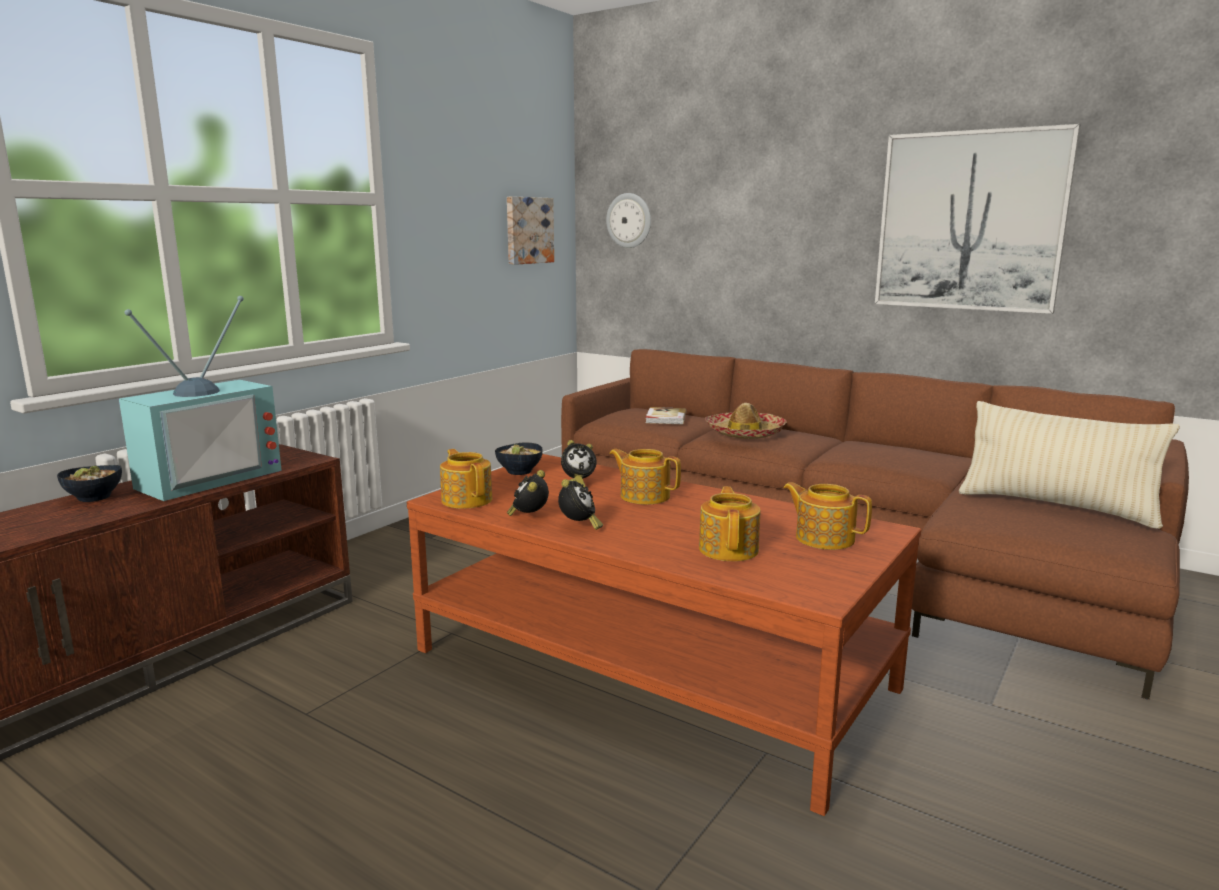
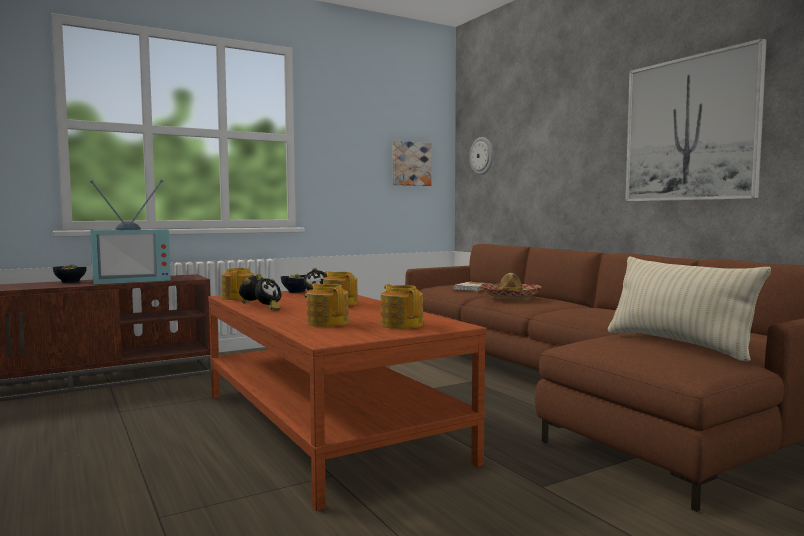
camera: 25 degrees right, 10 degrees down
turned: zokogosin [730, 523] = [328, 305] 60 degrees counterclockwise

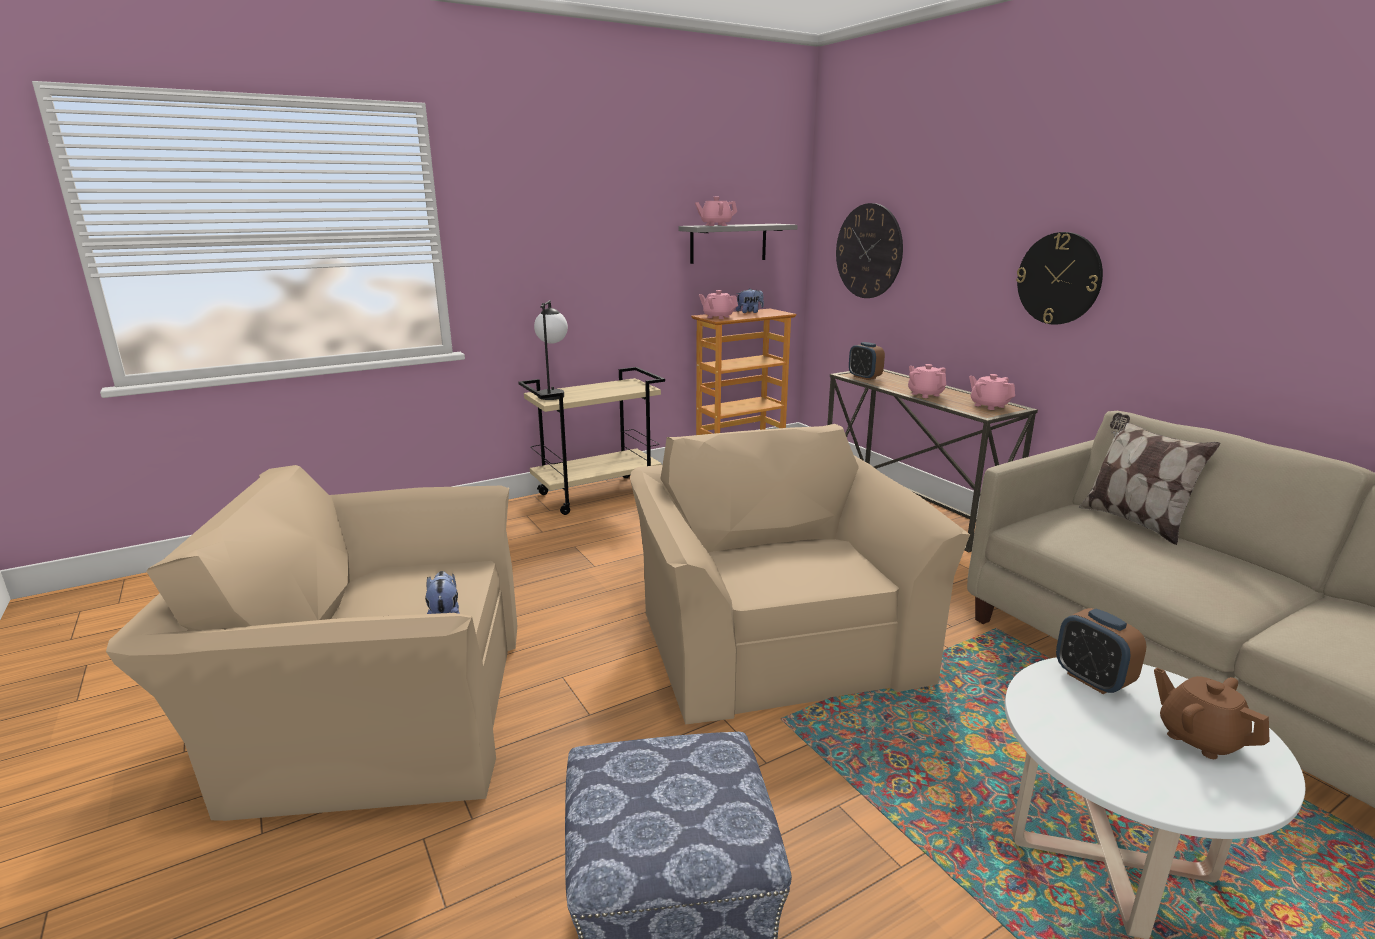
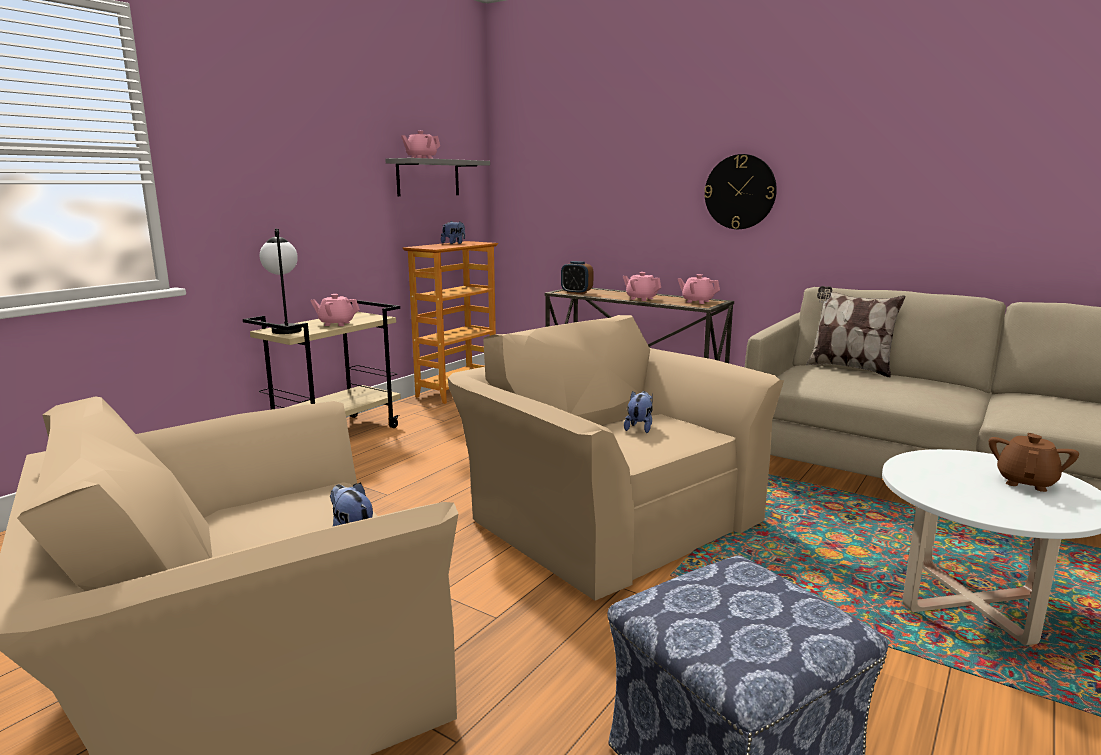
camera: 25 degrees left, 5 degrees down
removed: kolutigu [869, 250]; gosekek [1101, 651]
added: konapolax [638, 412]
moved: zokogosin (pink) [718, 304] to [335, 310]
turned: zokogosin (brown) [1212, 713] = [1034, 462] 90 degrees clockwise

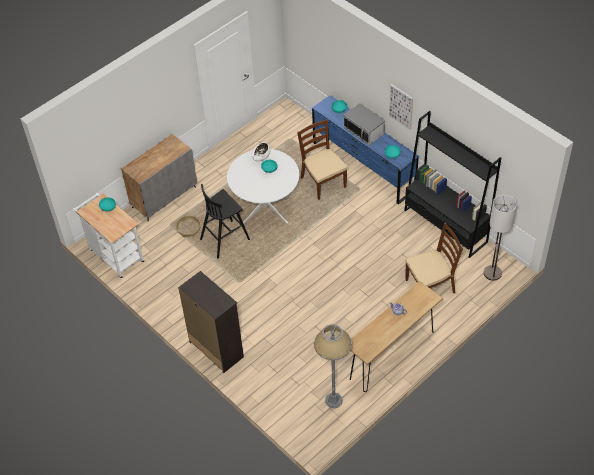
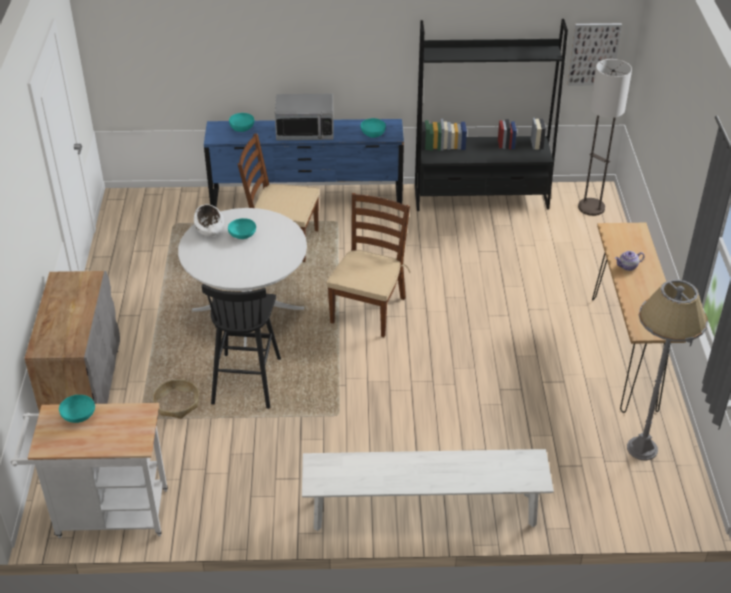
camera: 50 degrees left, 10 degrees down
moved: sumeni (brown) [434, 257] to [369, 265]; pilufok [401, 107] to [594, 54]
replaced: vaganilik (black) [211, 322] to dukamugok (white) [428, 490]

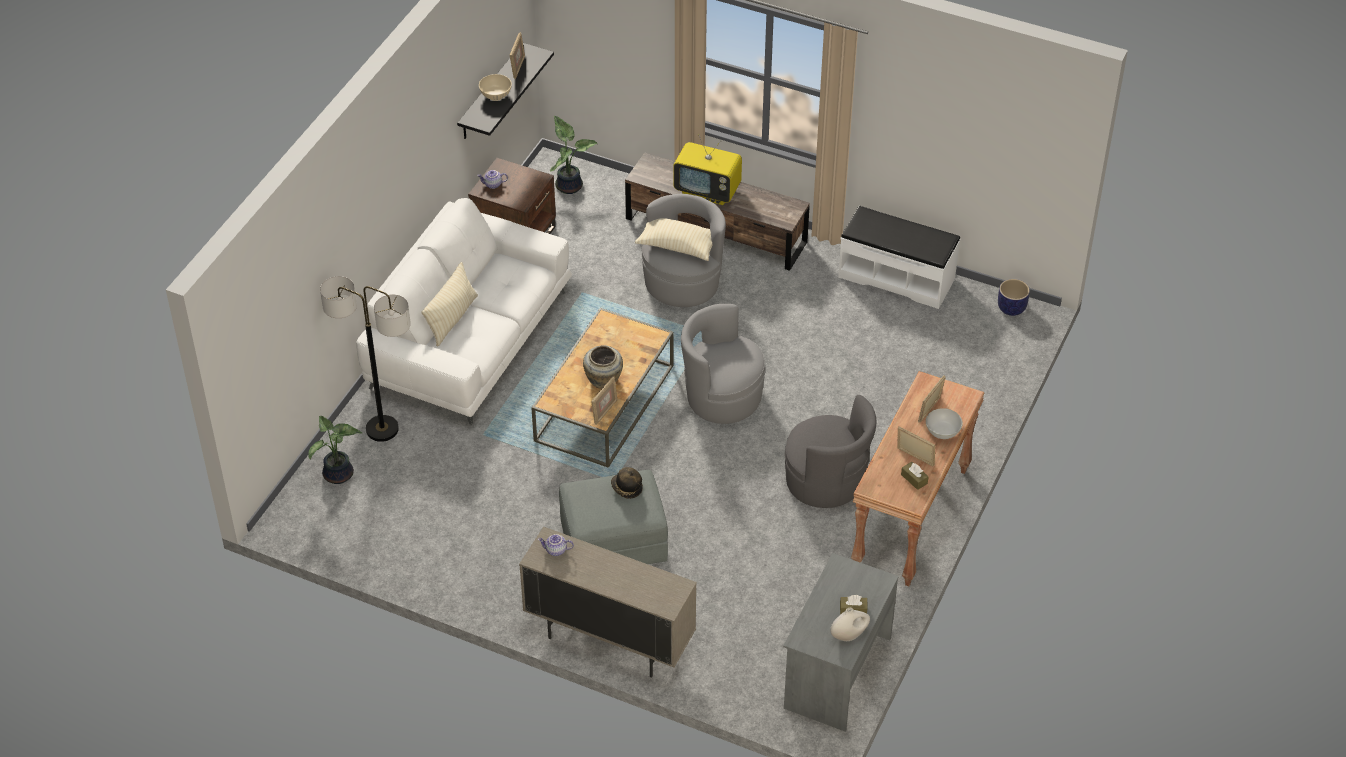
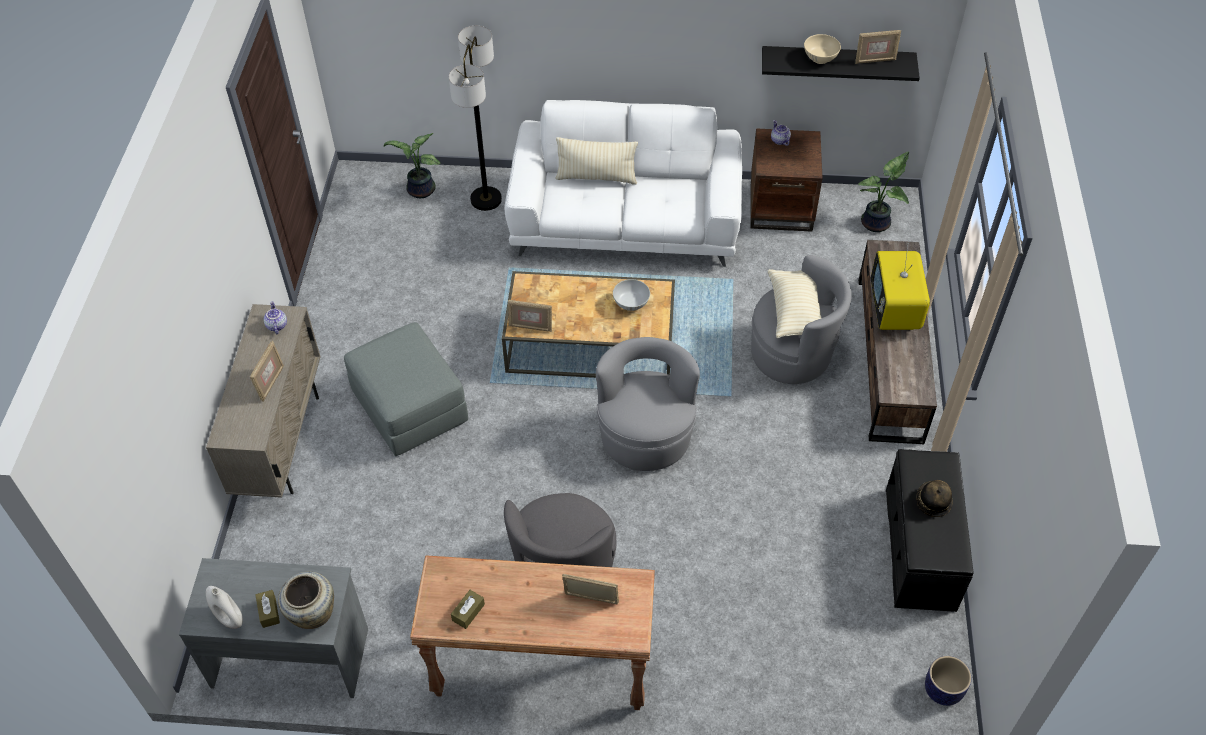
camera: 70 degrees right, 5 degrees up
moved: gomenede [916, 446] to [267, 371]; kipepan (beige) [603, 367] to [306, 600]; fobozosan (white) [944, 423] to [631, 295]; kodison [627, 483] to [934, 498]
recoloured: dukamugok (white) [899, 257] to dukamugok (black) [929, 530]

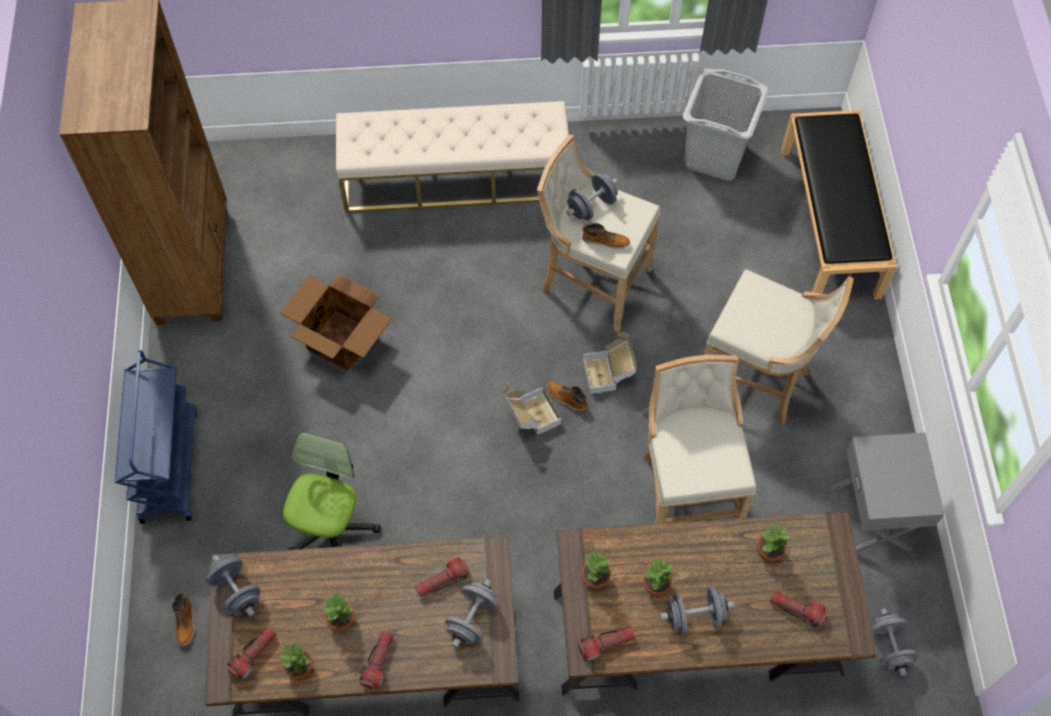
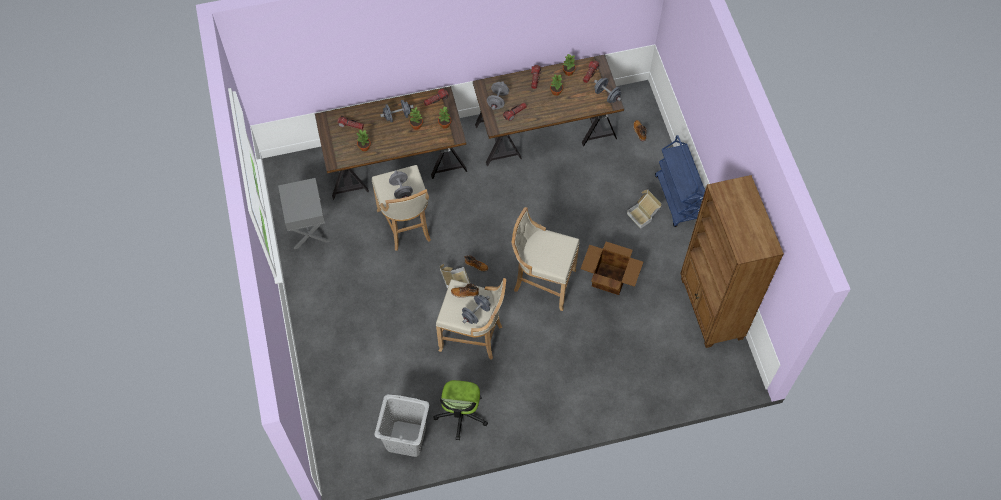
camera: 170 degrees right, 0 degrees up
removed: dukamugok (beige) [452, 157]; dukamugok (black) [839, 205]
moved: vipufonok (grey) [894, 642] to [401, 185]; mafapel [332, 491] to [460, 410]; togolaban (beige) [779, 346] to [546, 259]; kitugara [532, 410] to [644, 209]

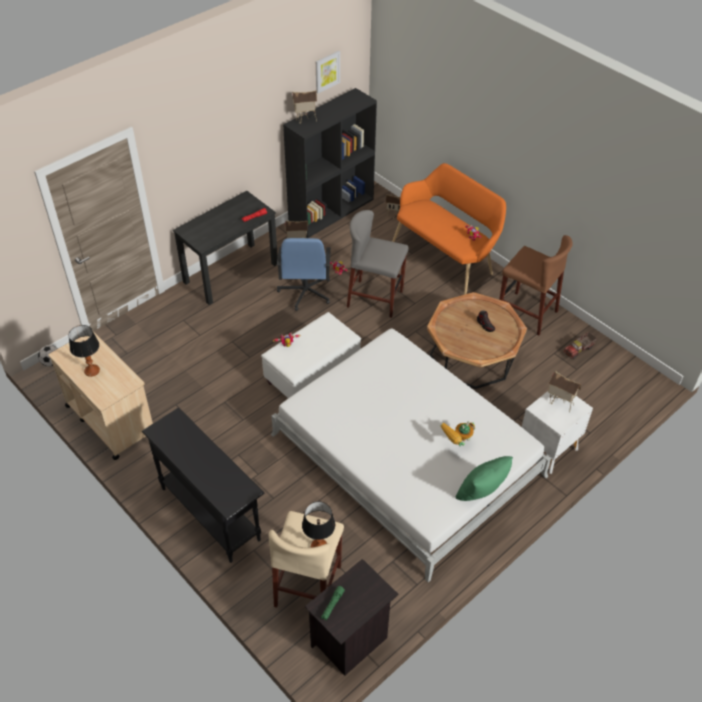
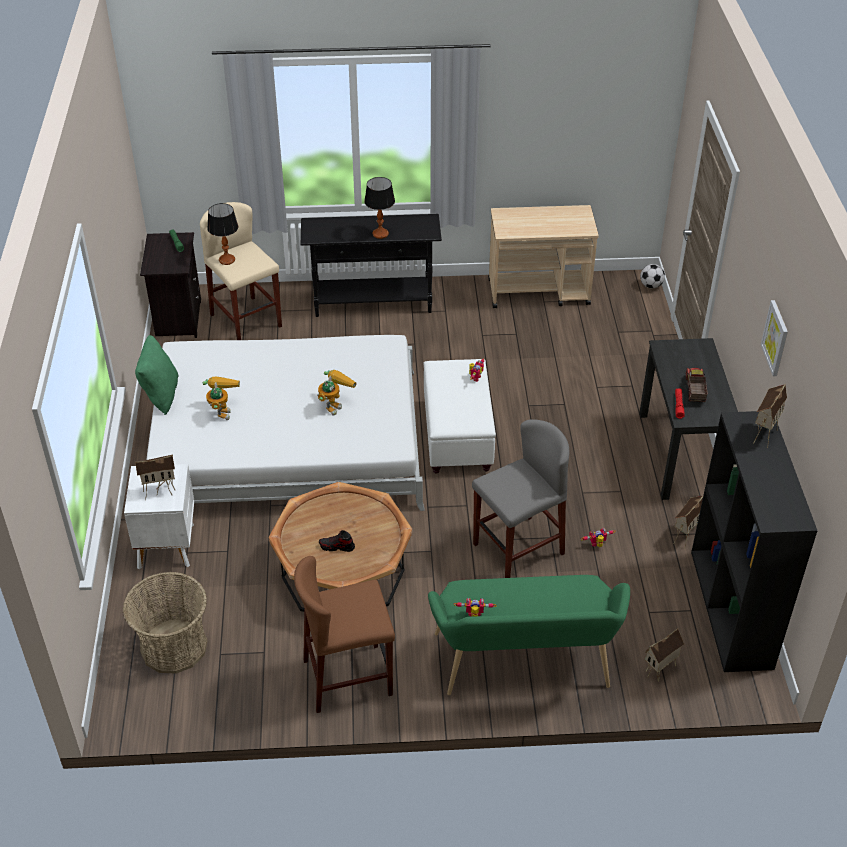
camera: 130 degrees right, 5 degrees down
removed: mafapel (blue) [304, 274]
added: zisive [165, 623]; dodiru [336, 393]
moved: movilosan [84, 351] to [379, 208]; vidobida [580, 345] to [696, 385]; pilufok [328, 71] to [774, 338]
recoloured: dukamugok (orange) [449, 229] to dukamugok (green) [529, 635]

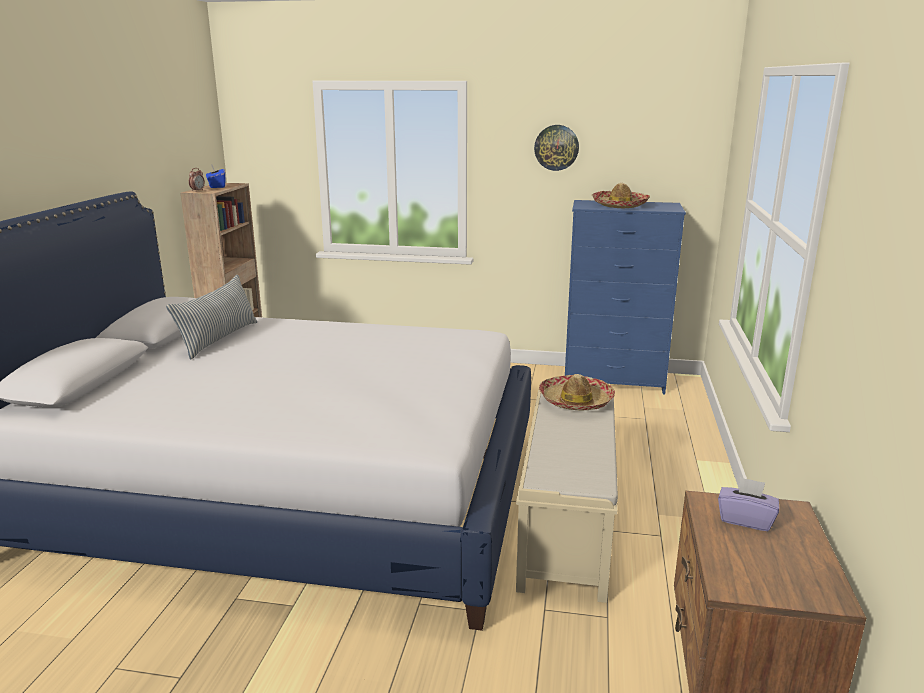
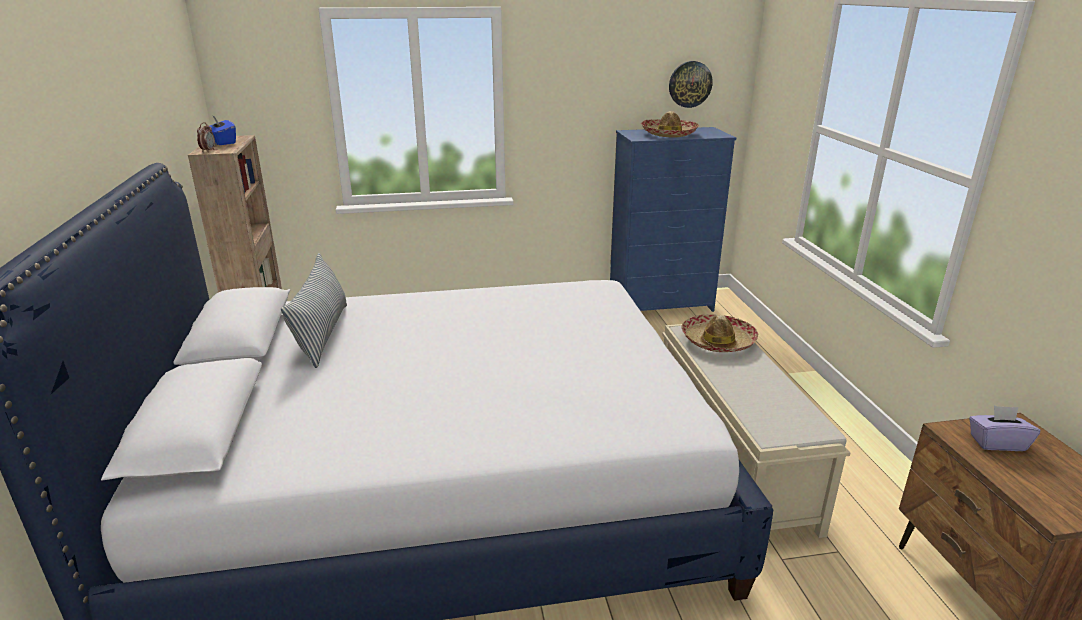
camera: 20 degrees left, 5 degrees up
moved: kolutigu [556, 148] to [691, 84]

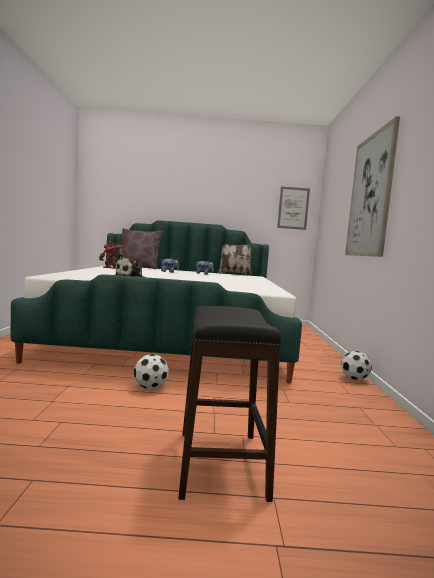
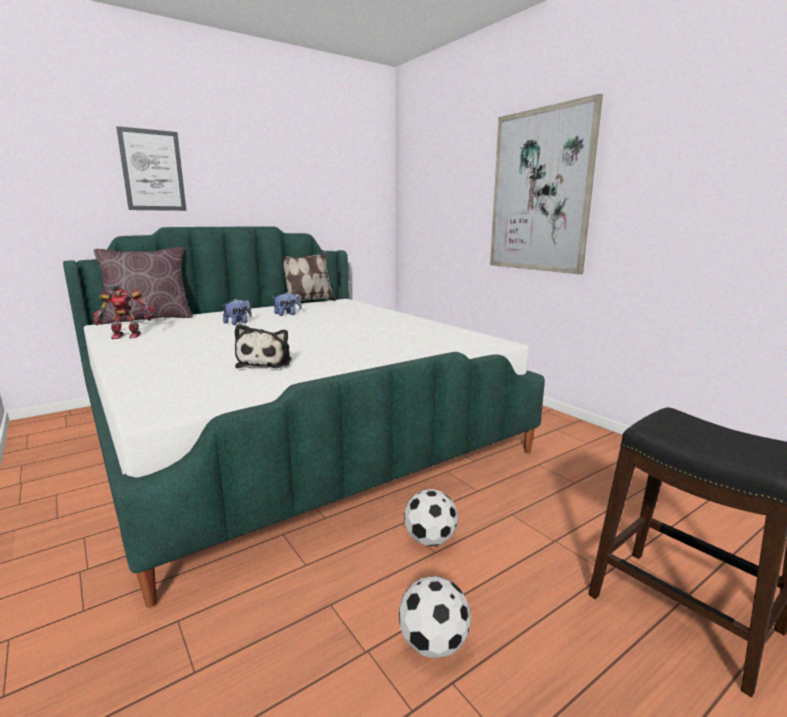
camera: 35 degrees left, 10 degrees up
moved: pilufok [293, 208] to [151, 168]; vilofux [356, 365] to [435, 617]

